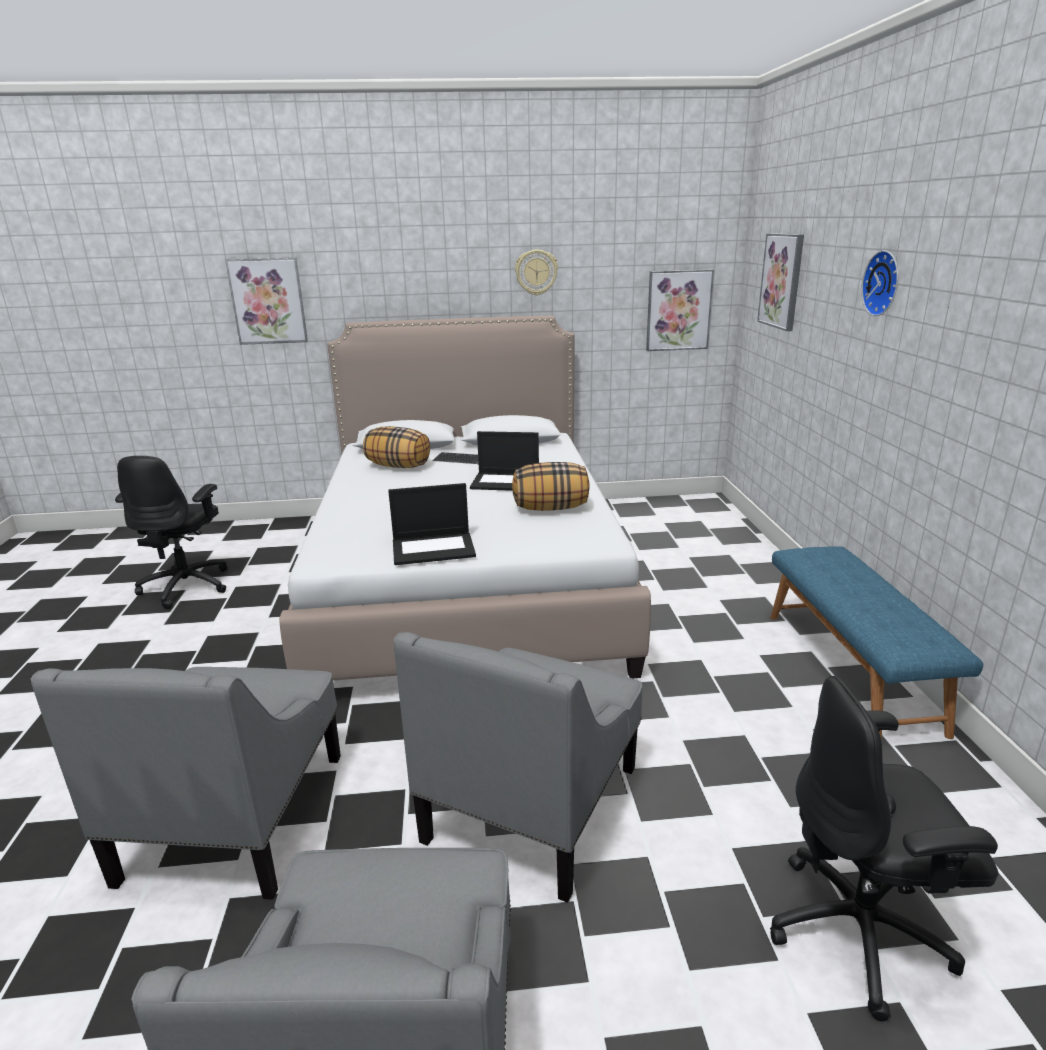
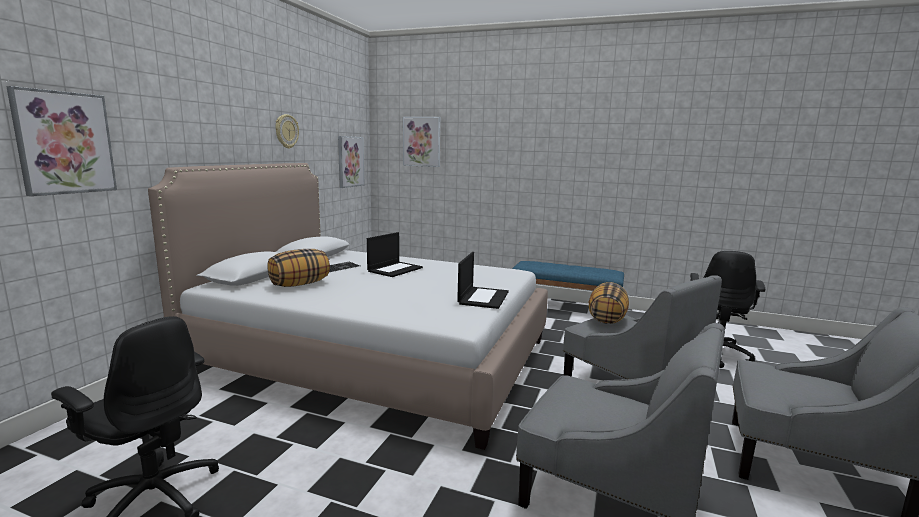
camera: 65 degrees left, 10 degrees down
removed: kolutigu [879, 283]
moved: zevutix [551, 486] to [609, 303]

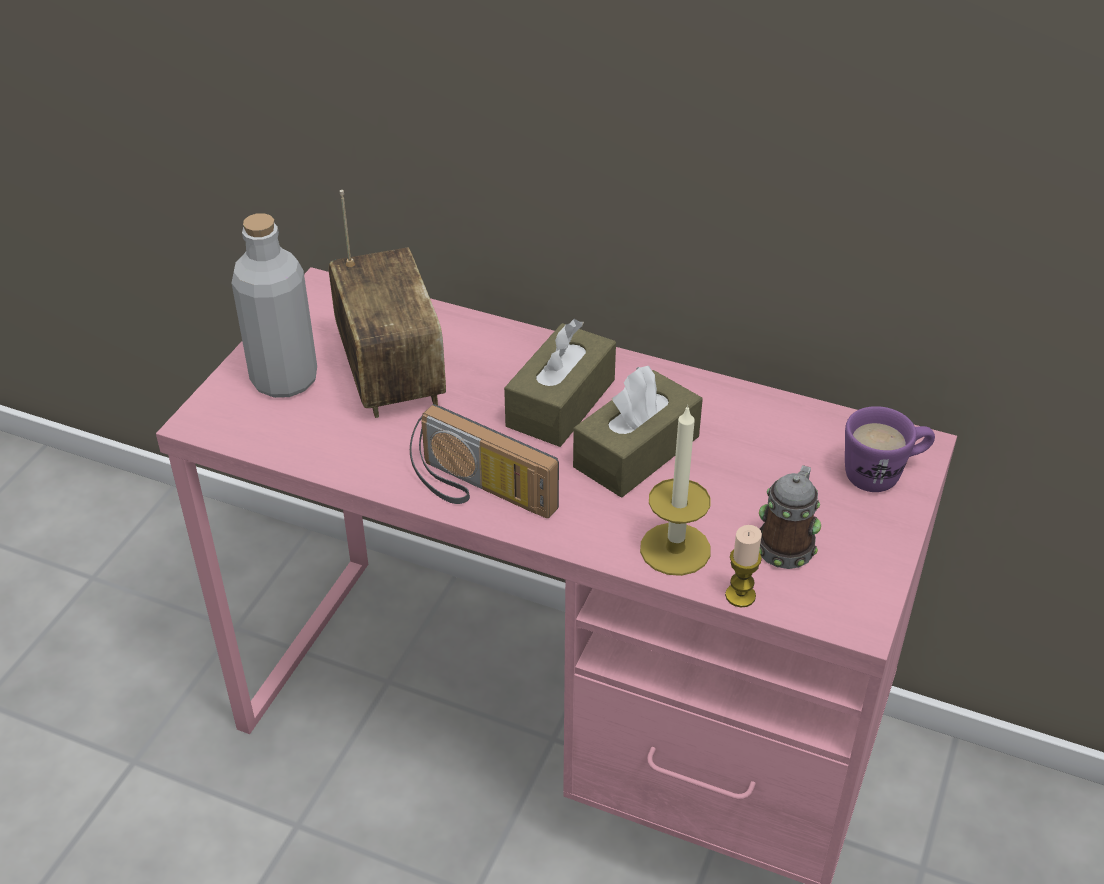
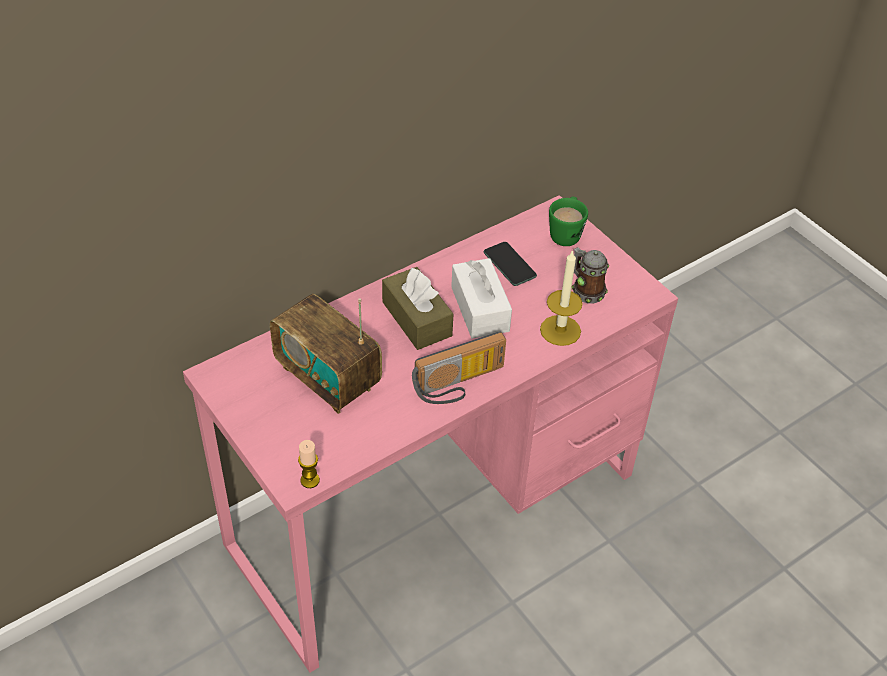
camera: 60 degrees left, 5 degrees up
removed: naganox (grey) [274, 305]
added: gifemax [510, 264]
moved: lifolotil [743, 566] to [309, 464]
recoloured: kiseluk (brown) [638, 431] to kiseluk (white) [481, 298]; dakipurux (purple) [890, 449] to dakipurux (green) [568, 221]
turned: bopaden [387, 304] = [326, 354] 150 degrees counterclockwise

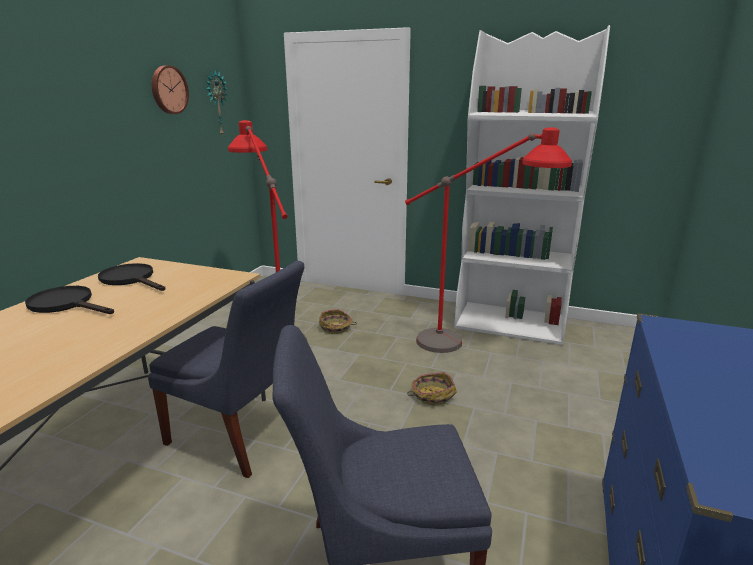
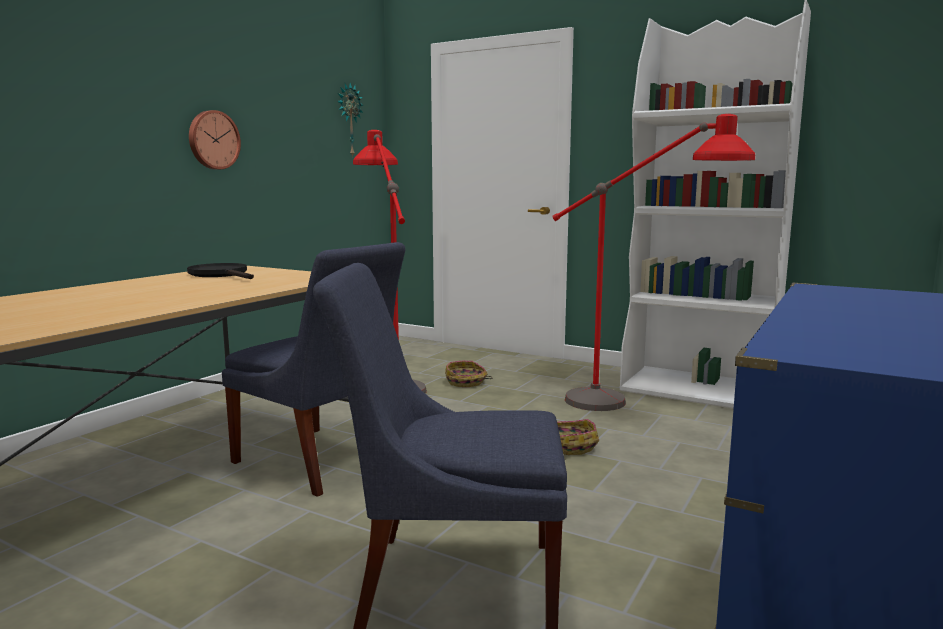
camera: 10 degrees right, 10 degrees down
removed: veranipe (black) [69, 300]
moved: kolutigu [170, 89] to [215, 140]

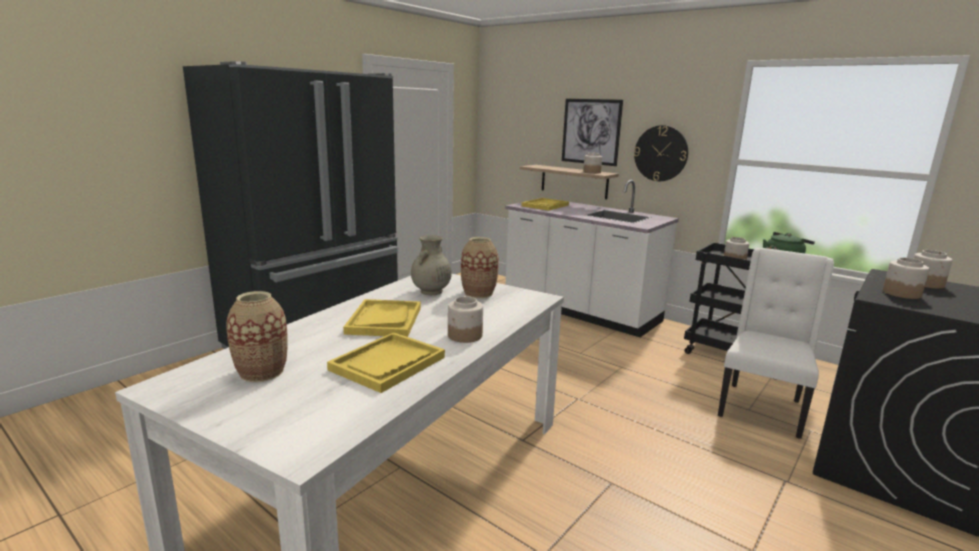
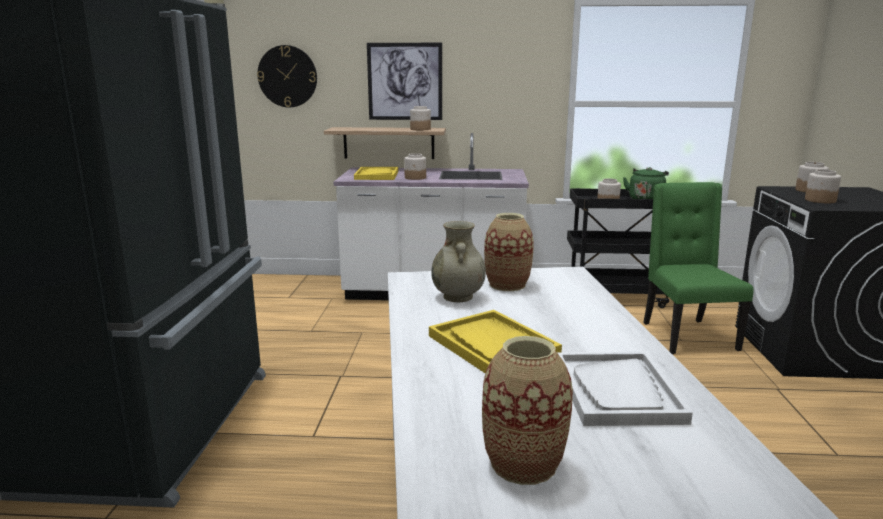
camera: 35 degrees left, 0 degrees up
moved: kolutigu [661, 153] to [287, 76]; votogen [465, 319] to [415, 166]
recoloured: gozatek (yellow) [386, 362] to gozatek (white) [625, 389]; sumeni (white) [776, 343] to sumeni (green) [699, 268]

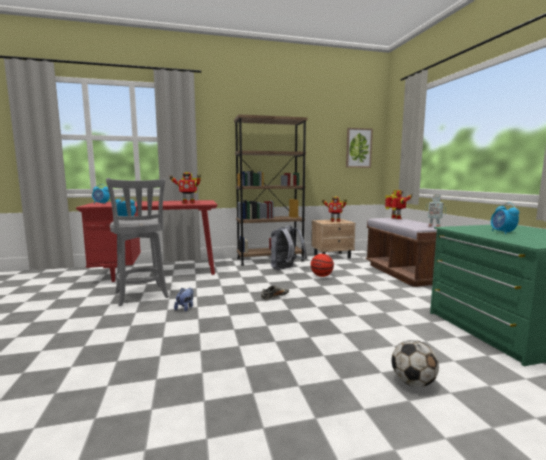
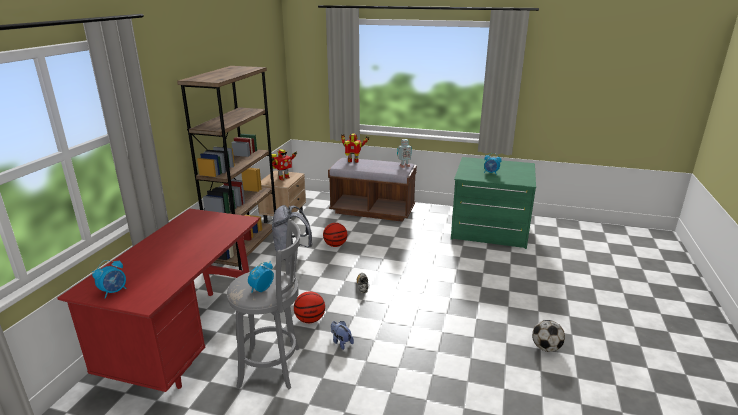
camera: 60 degrees left, 15 degrees up
removed: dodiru [185, 188]; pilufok [359, 148]
added: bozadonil [309, 307]
moved: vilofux [415, 363] to [548, 336]

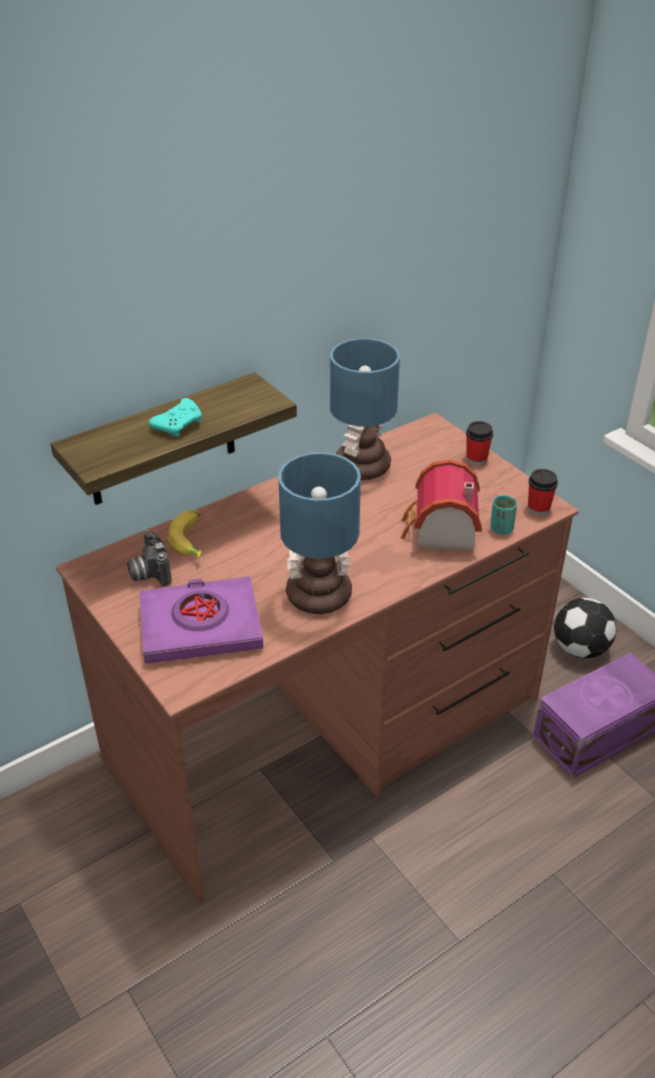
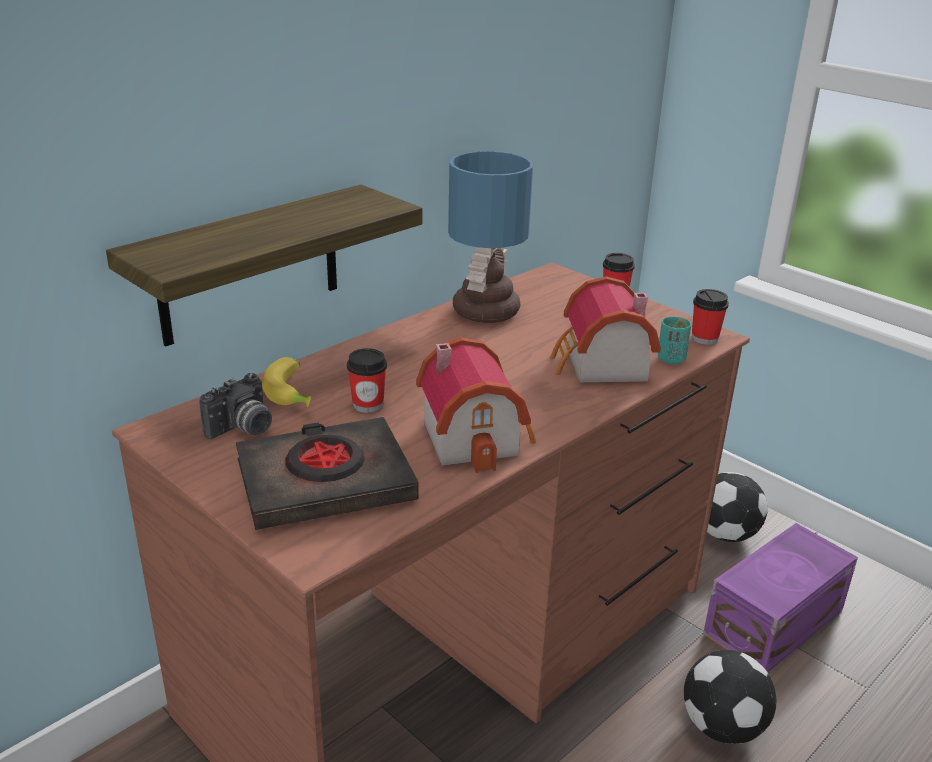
camera: 10 degrees left, 10 degrees down
removed: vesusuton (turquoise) [175, 417]
added: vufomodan [367, 380]; vilofux [730, 697]
replaced: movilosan [319, 533] to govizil [476, 405]
recoloured: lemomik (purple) [201, 620] to lemomik (black) [327, 473]
turned: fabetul [149, 558] = [235, 406] 105 degrees counterclockwise

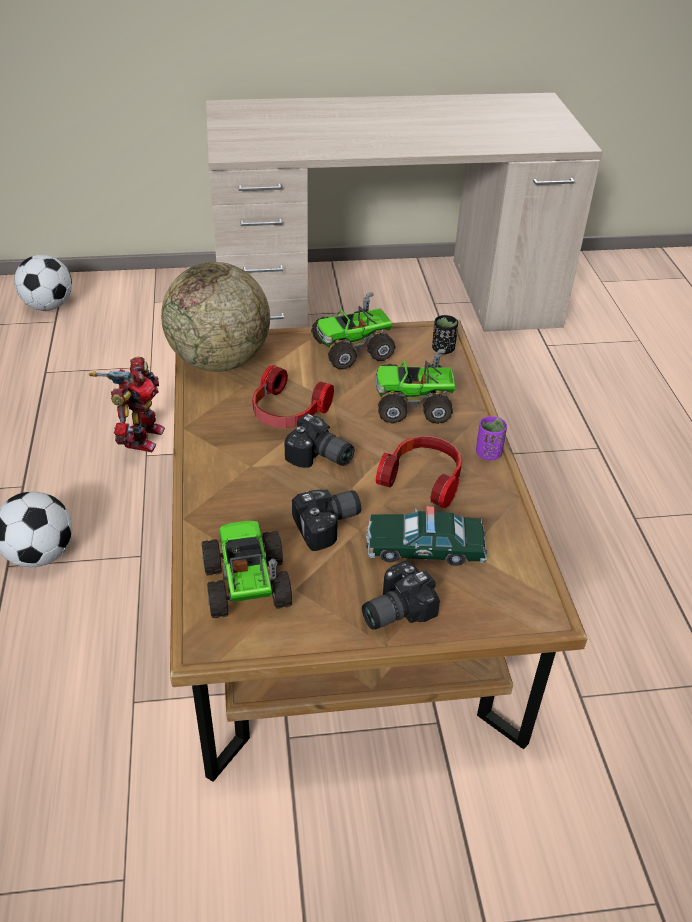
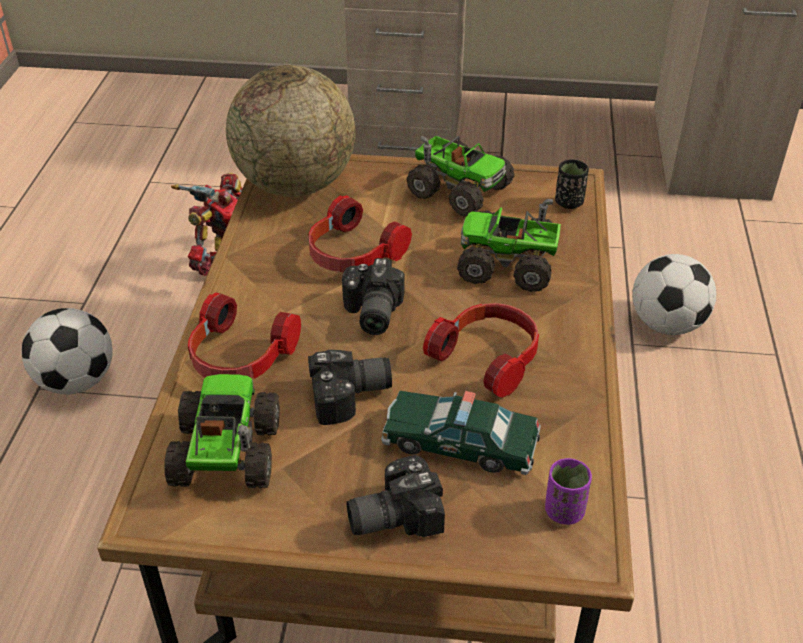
camera: 15 degrees right, 0 degrees up
added: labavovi [244, 335]
moved: vufomodan (purple) [491, 438] to [568, 491]; vilofux [43, 283] to [674, 294]
turned: fabetul [319, 441] = [373, 296] 45 degrees clockwise; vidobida [353, 331] = [460, 176] 135 degrees counterclockwise

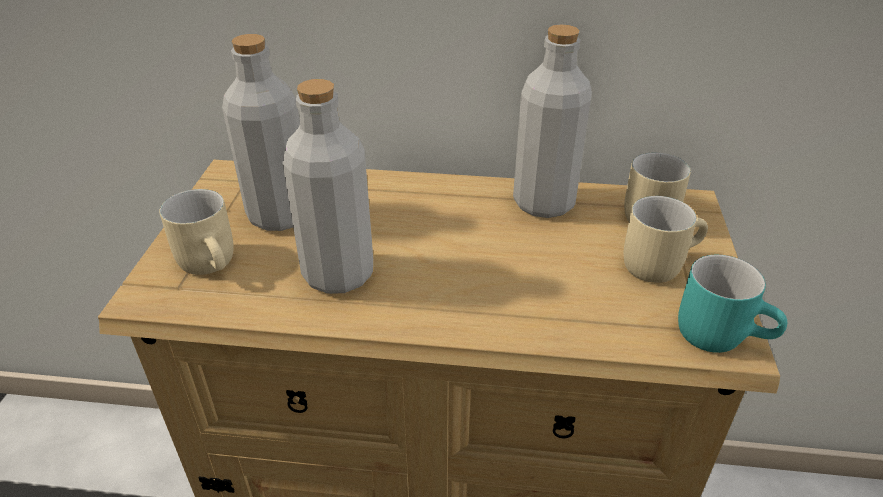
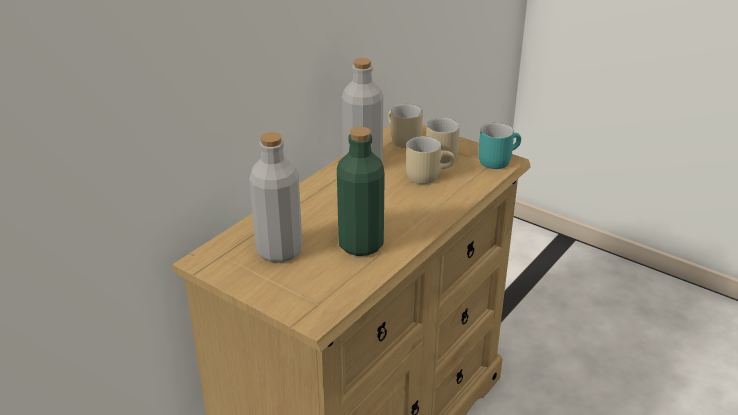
camera: 60 degrees left, 5 degrees down
moved: dakipurux (beige) [197, 232] to [430, 160]
recoloured: naganox (grey) [328, 186] to naganox (green) [361, 191]

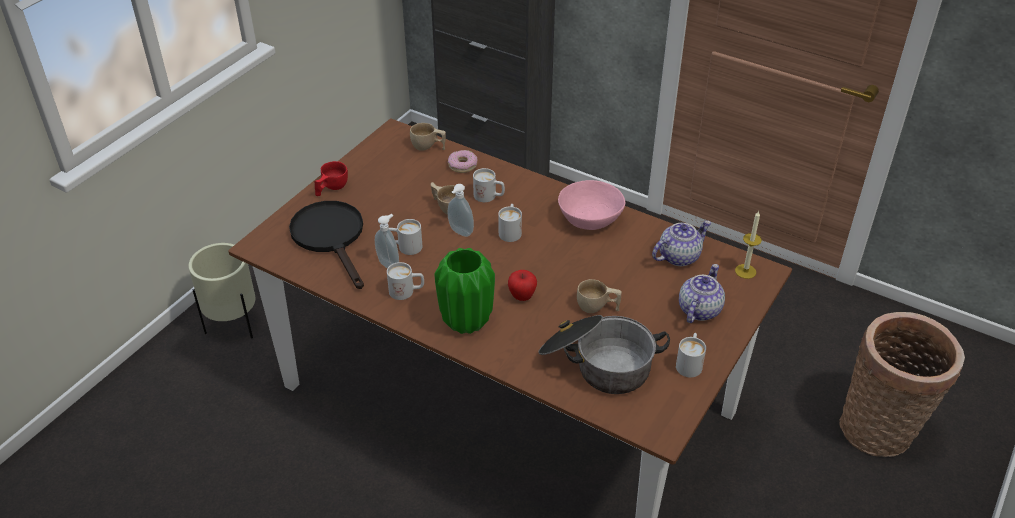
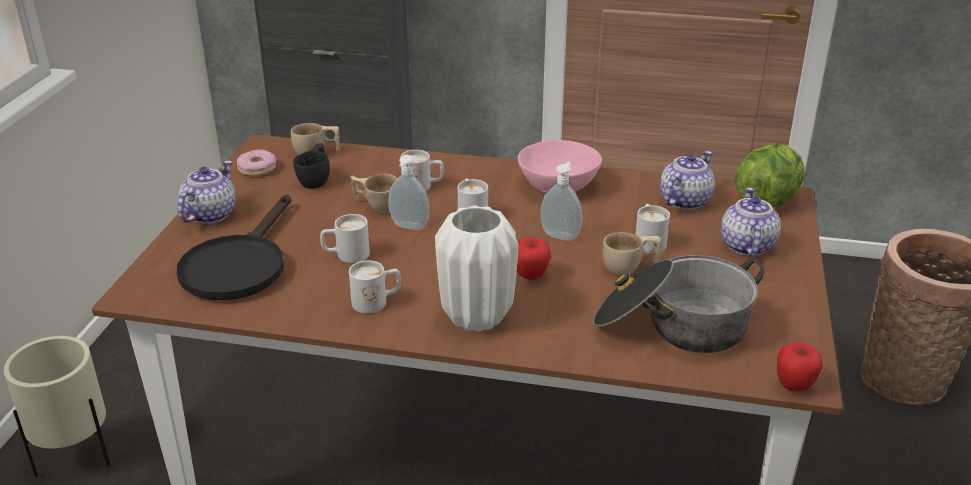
camera: 20 degrees left, 10 degrees down
added: vufomodan (black) [311, 166]; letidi [800, 367]
moved: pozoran [462, 161] to [256, 162]; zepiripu [387, 241] to [561, 201]; dakipurux (white) [691, 355] to [653, 228]
replaced: vufomodan (red) [331, 178] to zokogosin [206, 192]; lifolotil [748, 244] to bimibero [770, 176]
recoloured: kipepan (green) [464, 291] to kipepan (white) [476, 268]
turned: veranipe (black) [326, 245] = [234, 247] 120 degrees counterclockwise

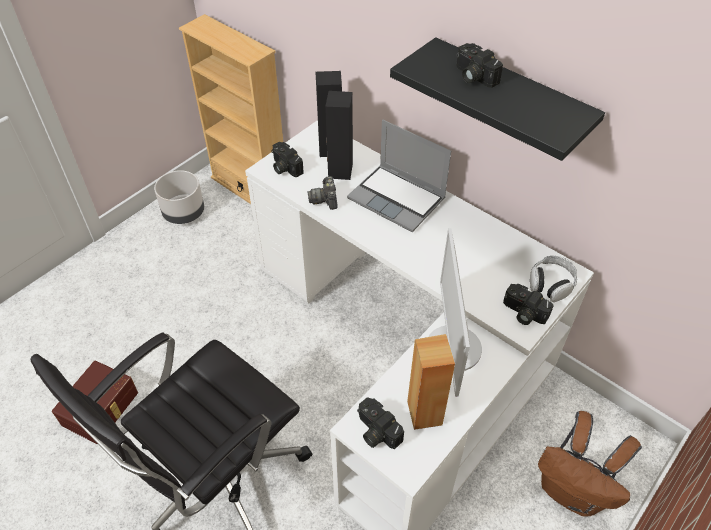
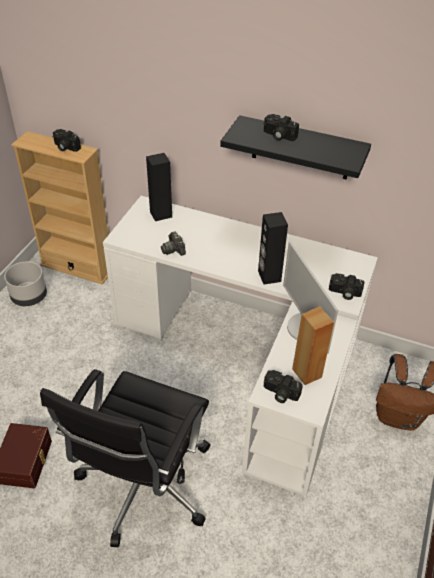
camera: 20 degrees left, 5 degrees down
removed: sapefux [399, 176]; labavovi [553, 279]
moved: fabetul [287, 160] to [66, 140]; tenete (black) [339, 135] to [273, 248]

